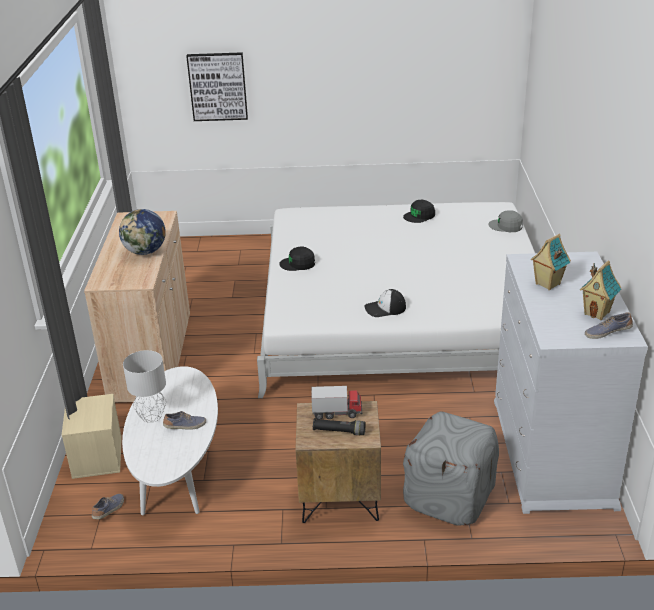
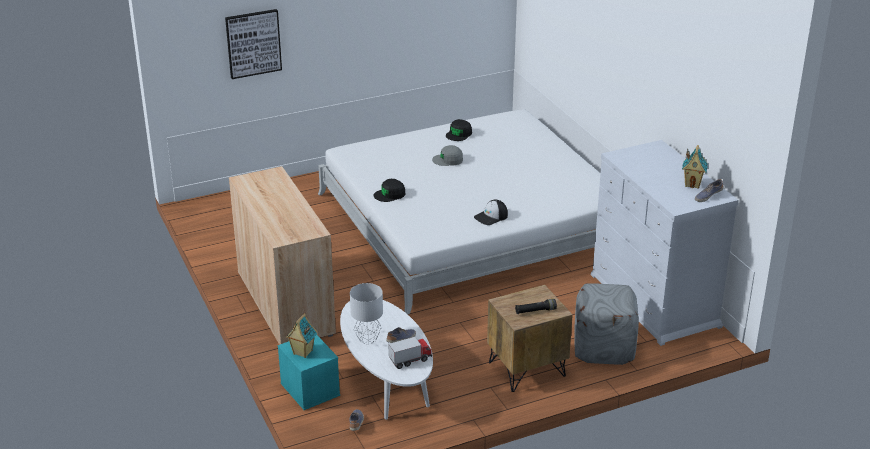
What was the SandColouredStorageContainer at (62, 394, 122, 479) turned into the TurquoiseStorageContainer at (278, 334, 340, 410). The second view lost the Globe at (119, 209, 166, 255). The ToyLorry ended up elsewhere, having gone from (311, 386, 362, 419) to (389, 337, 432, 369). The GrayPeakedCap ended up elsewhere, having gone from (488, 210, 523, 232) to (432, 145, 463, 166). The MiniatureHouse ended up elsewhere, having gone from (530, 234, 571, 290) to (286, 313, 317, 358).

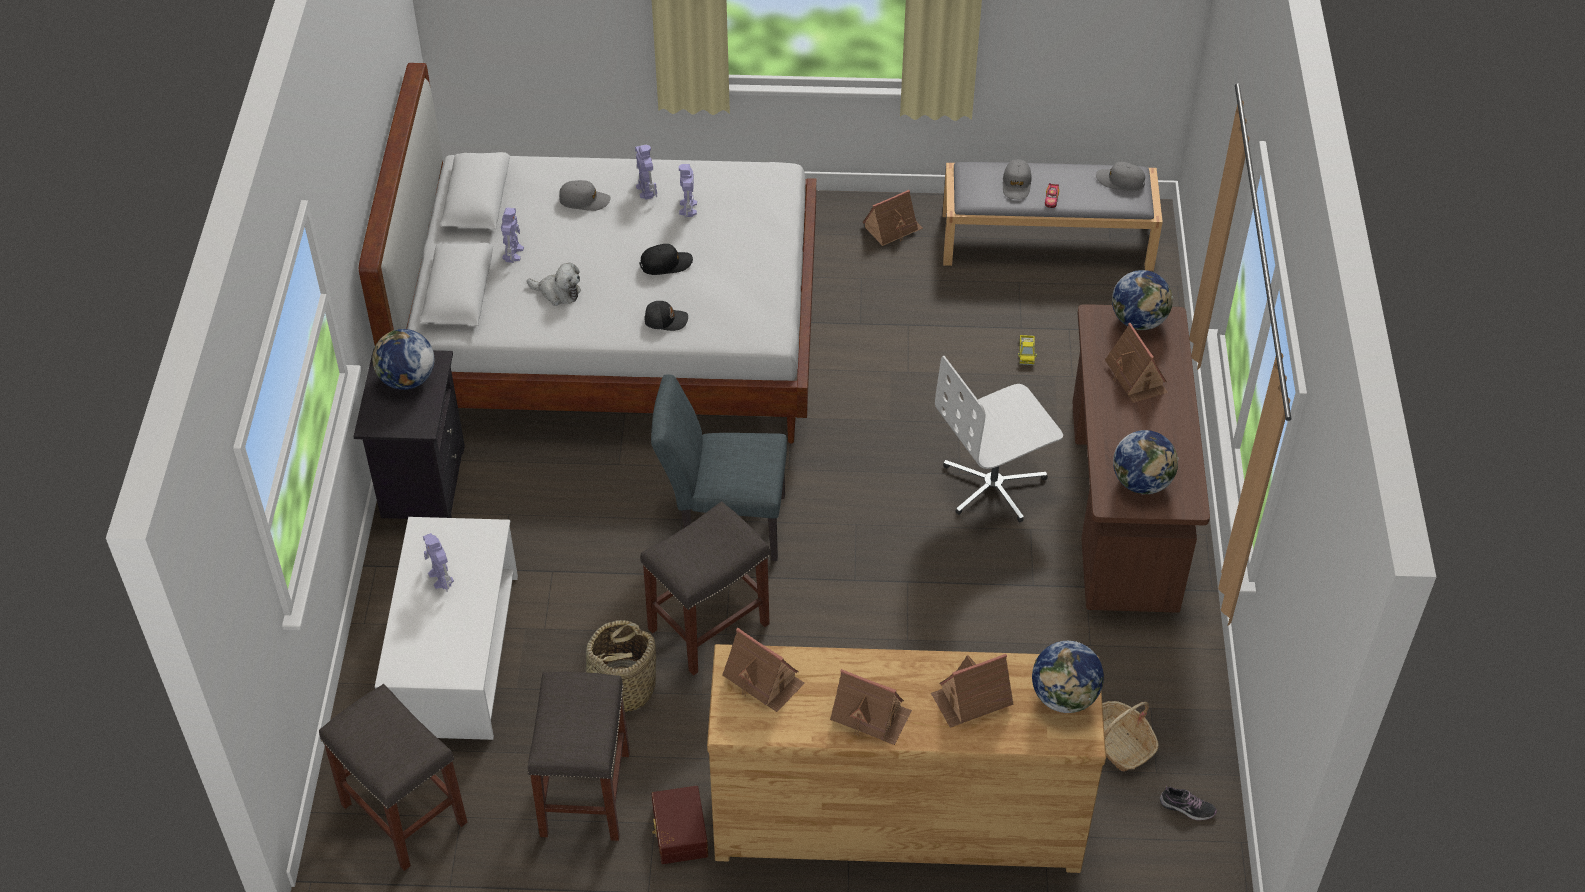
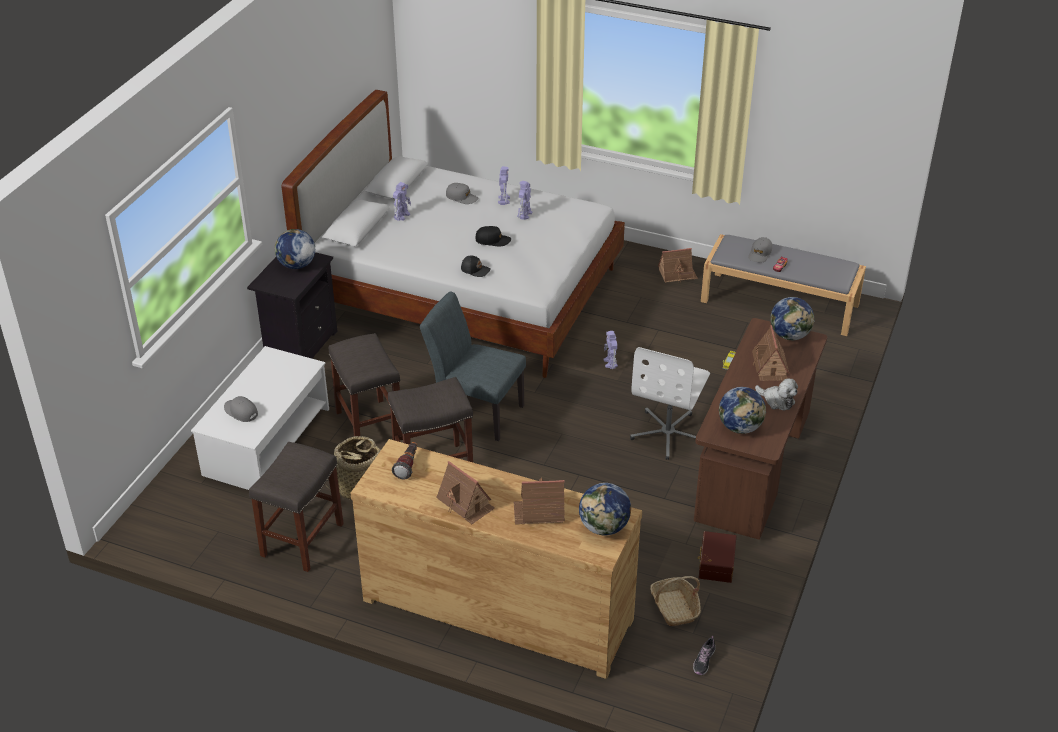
The GrayStoolSeat ended up elsewhere, having gone from (319, 684, 467, 871) to (329, 333, 402, 436). The ModelRobot ended up elsewhere, having gone from (423, 533, 454, 592) to (604, 331, 618, 369). The CuddlyToy ended up elsewhere, having gone from (527, 262, 581, 306) to (755, 378, 798, 411). The BrownishStorageContainer ended up elsewhere, having gone from (651, 786, 708, 864) to (698, 531, 736, 583). Where the MiniatureHouse stood at (722, 628, 805, 712), the Flashlight came to stand at (392, 442, 417, 480). The WhiteDeskChair at (935, 356, 1063, 522) ended up facing another way, 60 degrees counterclockwise from before. The GrayPeakedCap ended up elsewhere, having gone from (1096, 162, 1145, 191) to (224, 396, 258, 422). The Shoe at (1160, 786, 1217, 820) ended up facing another way, 75 degrees clockwise from before.

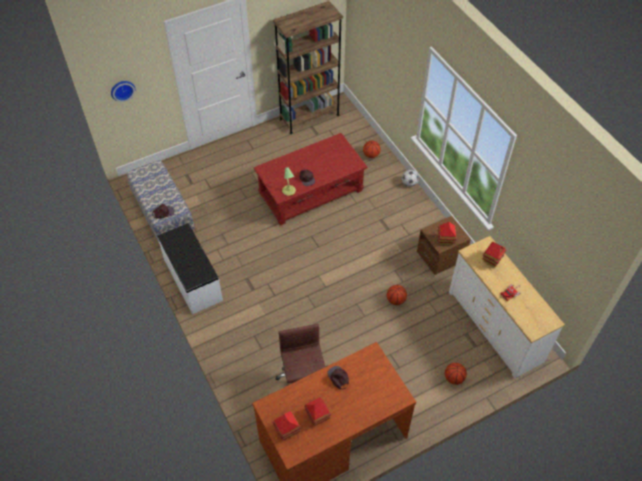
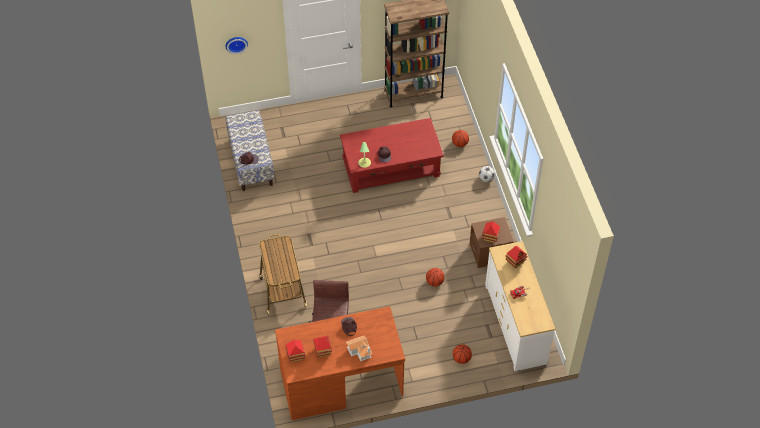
The second view lost the WhiteLongSeat at (158, 223, 223, 314). The second view gained the Cart at (259, 234, 308, 315). The second view gained the MiniatureHouse at (346, 336, 372, 361).

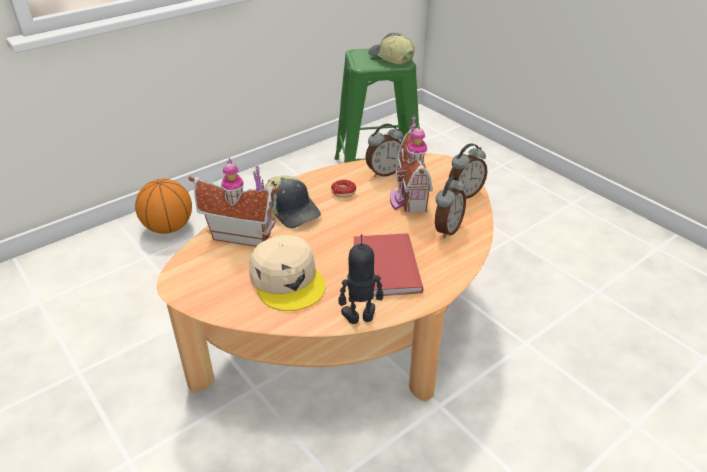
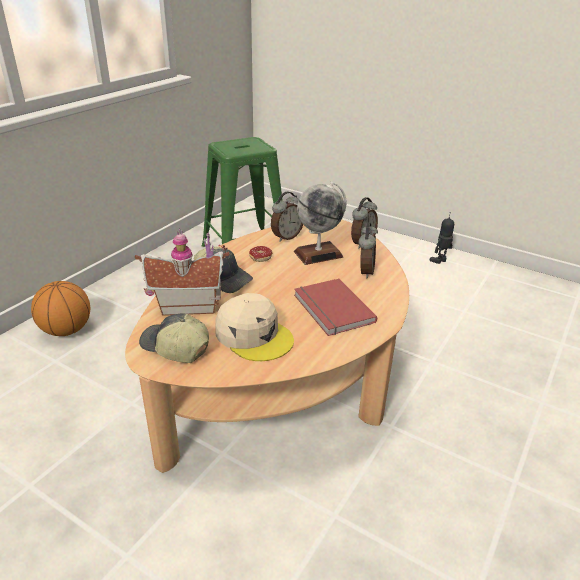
The ModelRobot ended up elsewhere, having gone from (339, 234, 383, 324) to (430, 212, 454, 264). The PeakedCap ended up elsewhere, having gone from (369, 33, 415, 65) to (139, 313, 209, 363). Where the MiniatureHouse stood at (390, 115, 433, 212), the Globe came to stand at (294, 182, 347, 265).

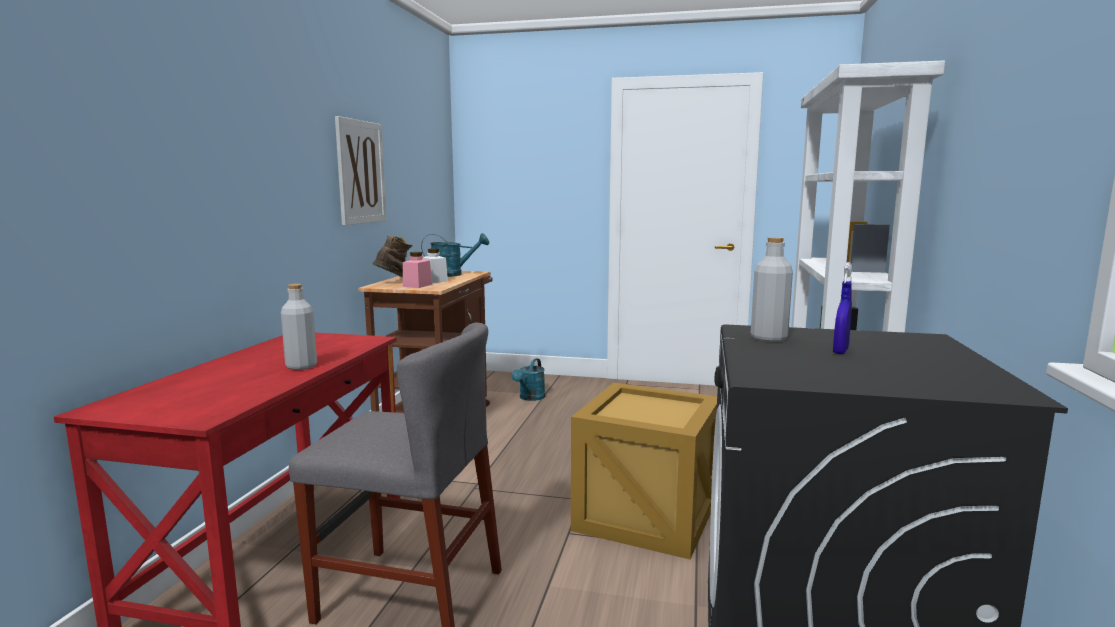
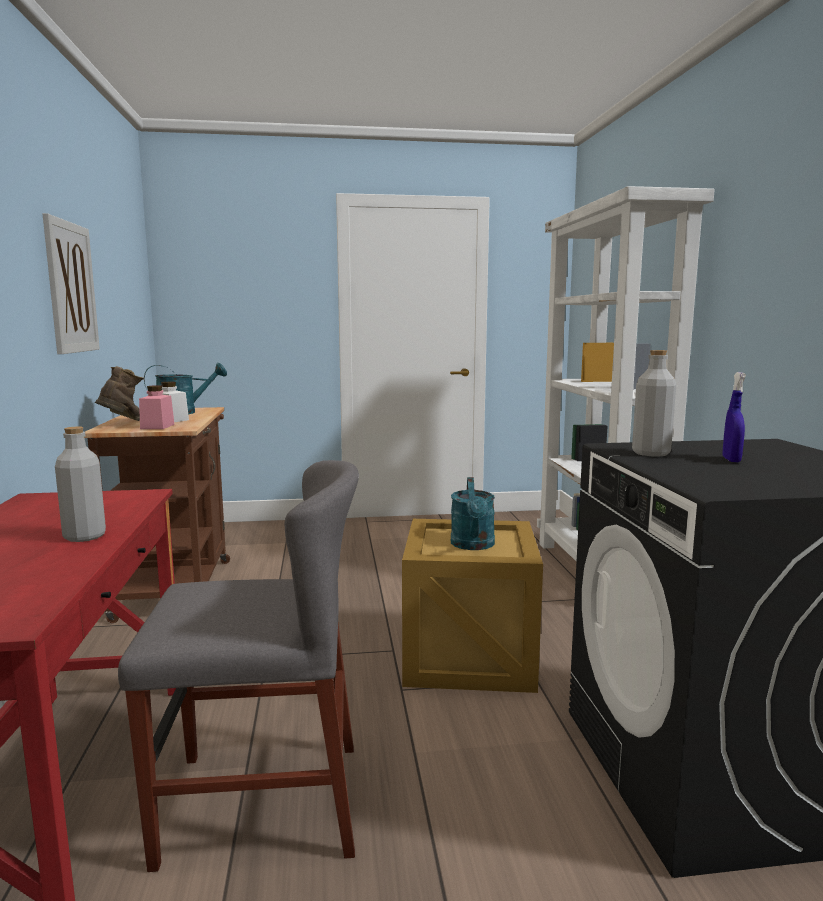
The TurquoiseWateringCan ended up elsewhere, having gone from (512, 358, 545, 401) to (451, 477, 495, 550).

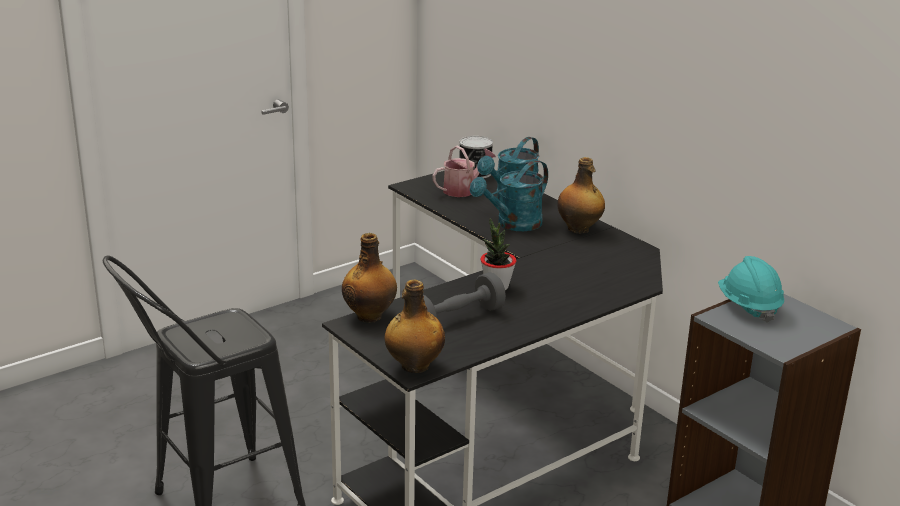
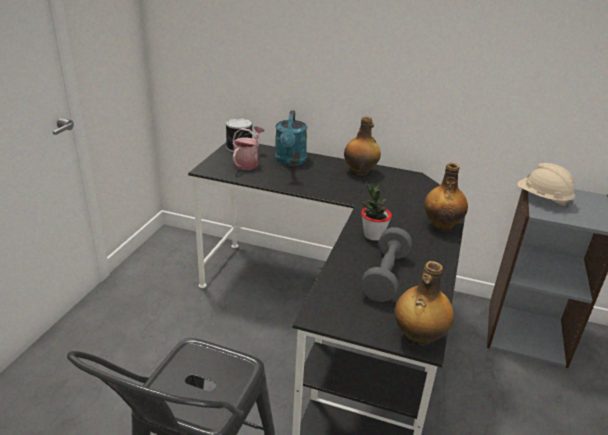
The BeverageBottle ended up elsewhere, having gone from (342, 233, 397, 323) to (424, 163, 468, 232). The second view lost the TurquoiseWateringCan at (470, 160, 548, 231). What was the TurquoiseSafetyHelmet at (718, 256, 784, 323) turned into the SandColouredSafetyHelmet at (517, 163, 575, 207).

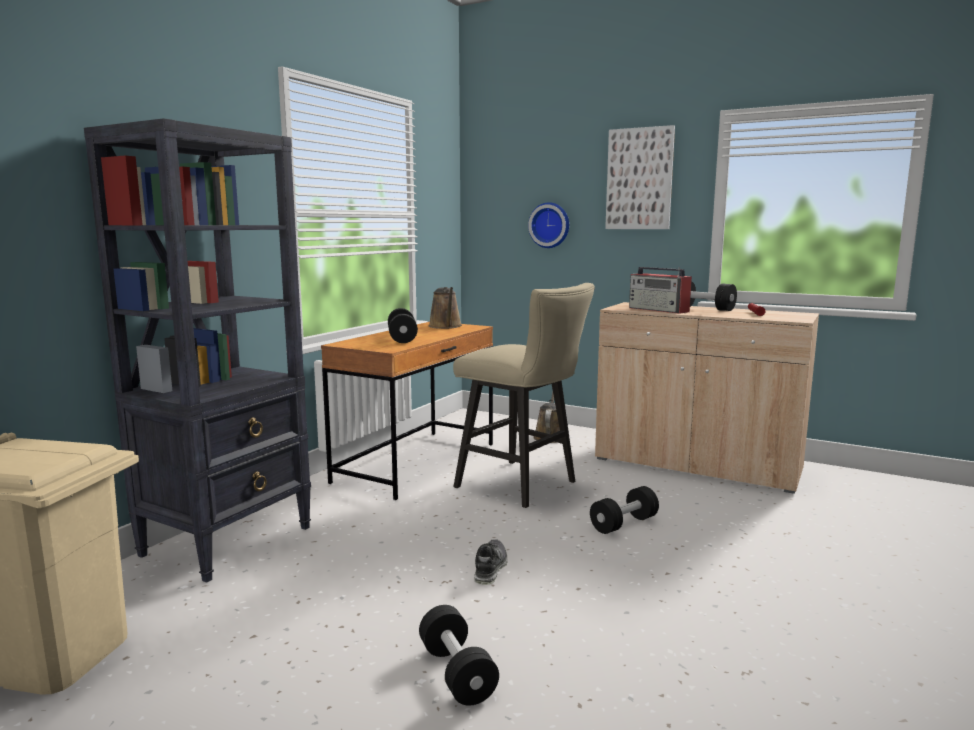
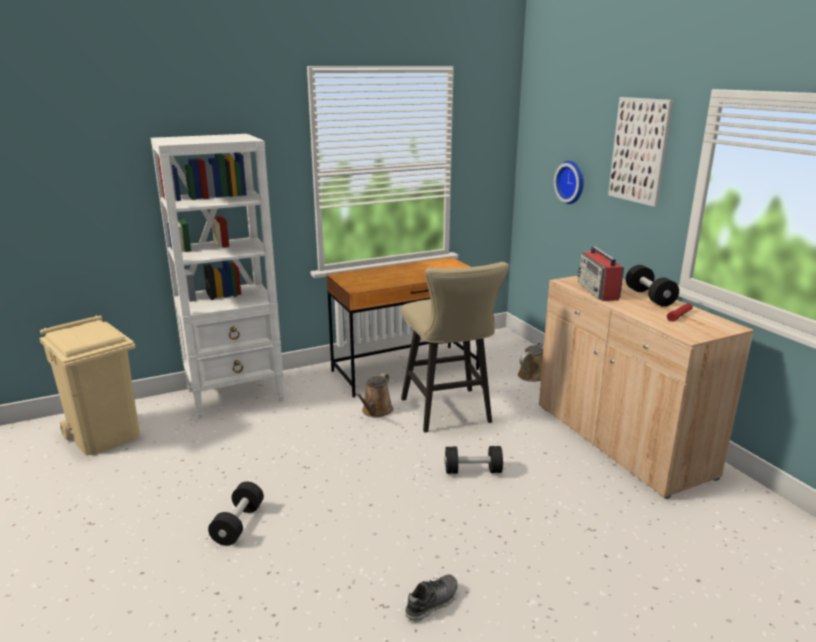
What was the BlackishBookshelf at (84, 118, 311, 583) turned into the WhiteBookshelf at (151, 134, 284, 419). The second view lost the BlackishHandWeight at (388, 308, 418, 343). The BrownishWateringCan ended up elsewhere, having gone from (429, 287, 462, 329) to (355, 373, 393, 418). The Shoe ended up elsewhere, having gone from (474, 539, 508, 585) to (405, 574, 458, 623).

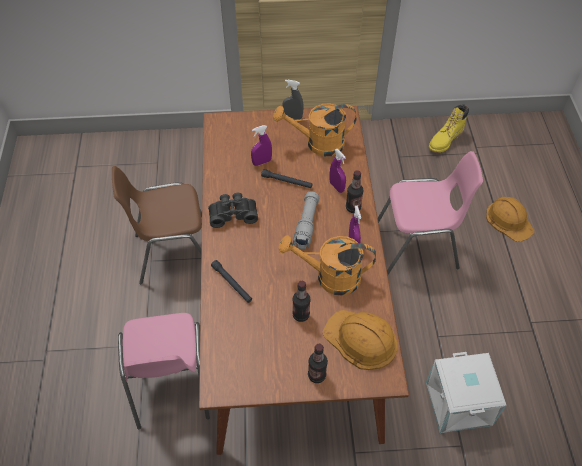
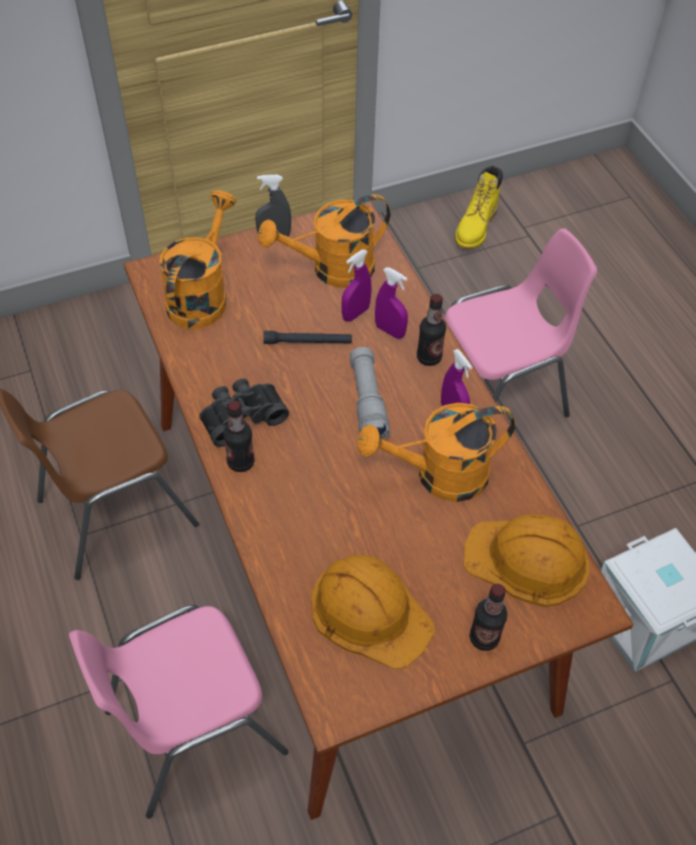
The PinkColouredChair at (118, 313, 210, 429) ended up facing another way, 90 degrees clockwise from before. The second view lost the BlackishFlashlight at (211, 260, 252, 303). The PurplishSprayBottle ended up elsewhere, having gone from (251, 125, 272, 166) to (341, 250, 372, 322). The BeverageBottle ended up elsewhere, having gone from (292, 281, 311, 322) to (223, 401, 254, 472). The OrangeColouredSafetyHelmet ended up elsewhere, having gone from (486, 197, 534, 242) to (311, 555, 435, 669). The second view gained the OrangeColouredWateringCan at (159, 190, 236, 329).

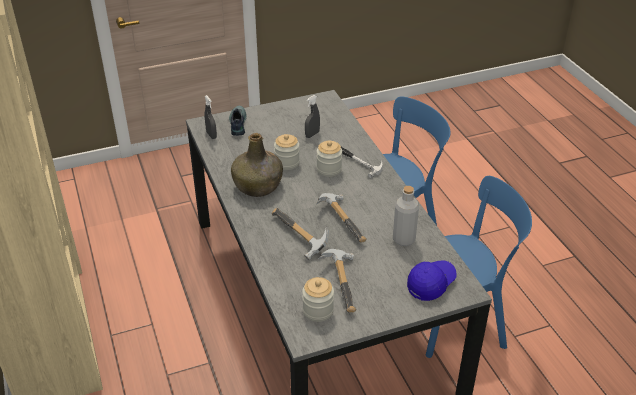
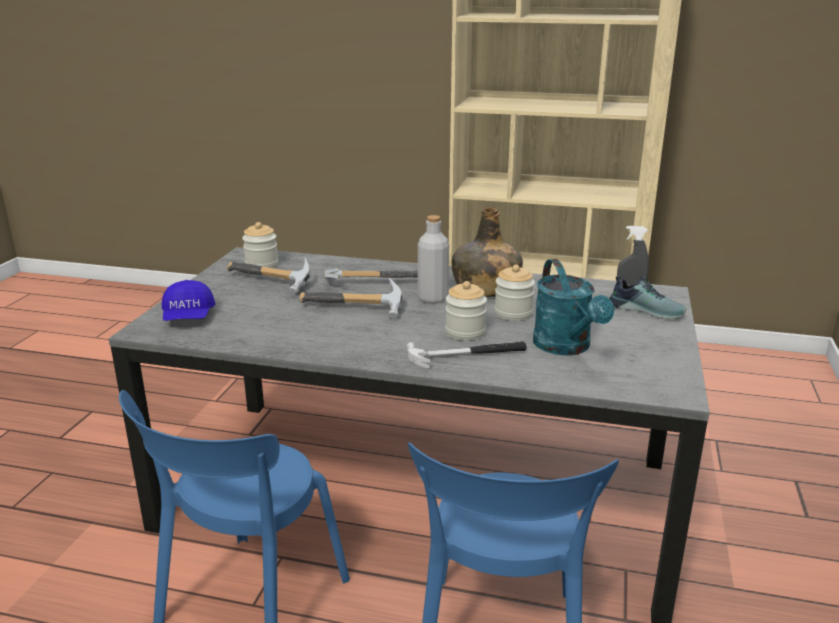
Where the GraySprayBottle stood at (305, 95, 320, 138), the TurquoiseWateringCan came to stand at (533, 259, 614, 356). The GrayBeverageBottle ended up elsewhere, having gone from (393, 186, 419, 246) to (418, 215, 449, 304).

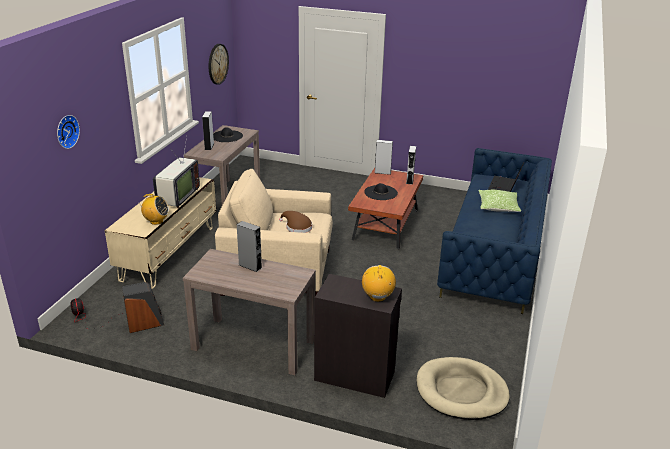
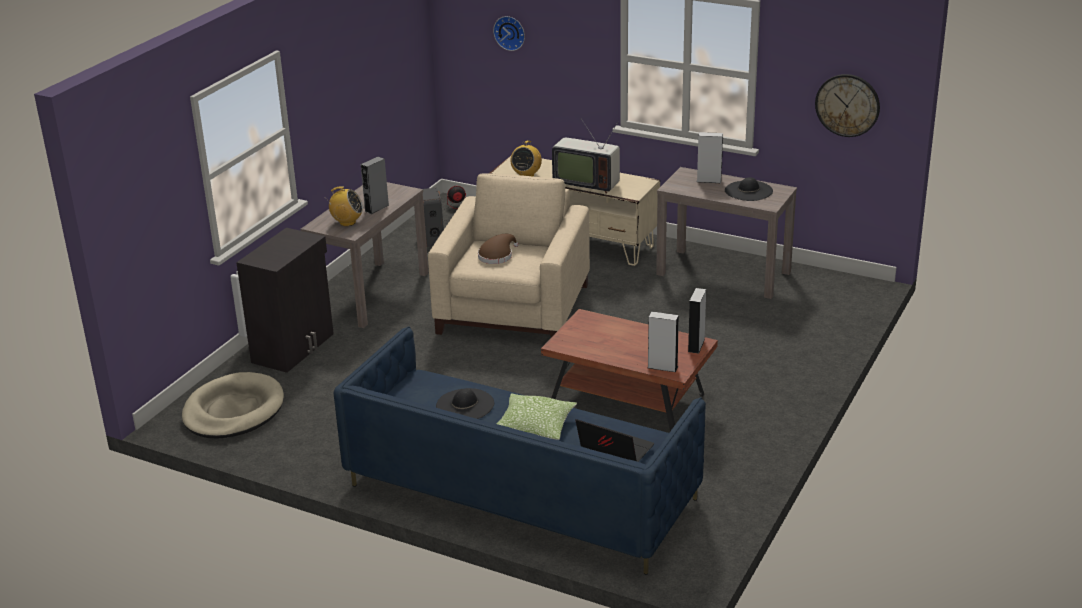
The RadioSet ended up elsewhere, having gone from (362, 265, 396, 302) to (327, 186, 363, 226). The BlackishHat ended up elsewhere, having gone from (364, 183, 398, 200) to (436, 388, 494, 419).

